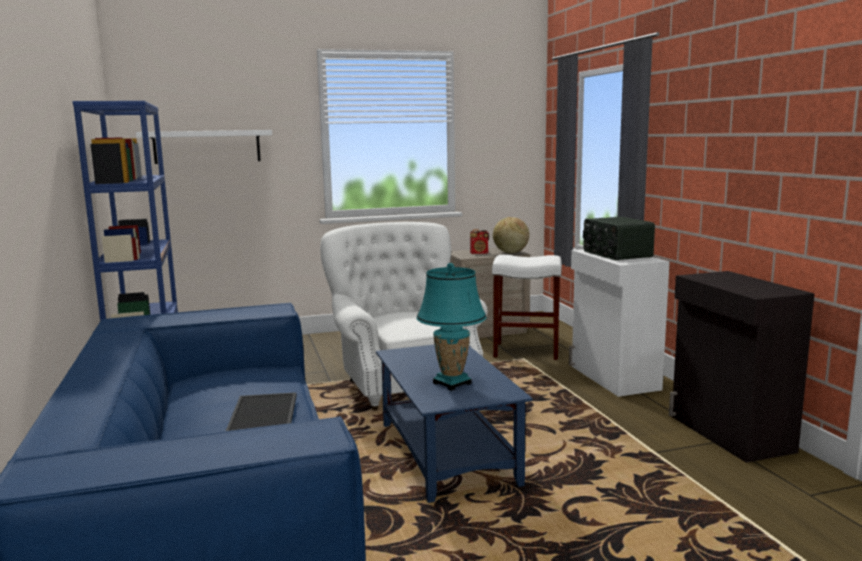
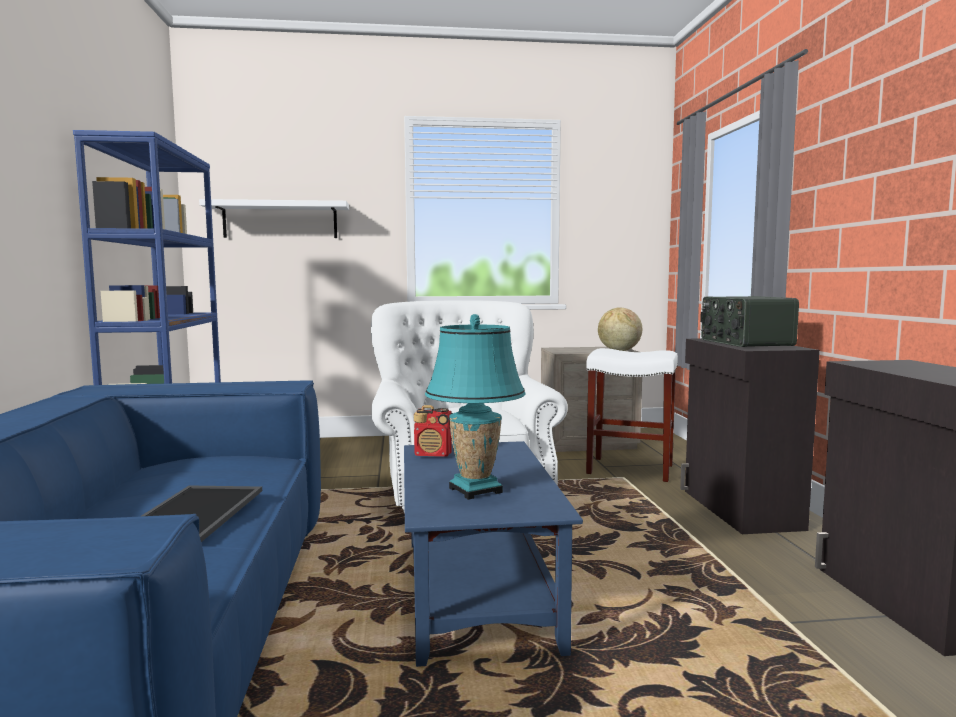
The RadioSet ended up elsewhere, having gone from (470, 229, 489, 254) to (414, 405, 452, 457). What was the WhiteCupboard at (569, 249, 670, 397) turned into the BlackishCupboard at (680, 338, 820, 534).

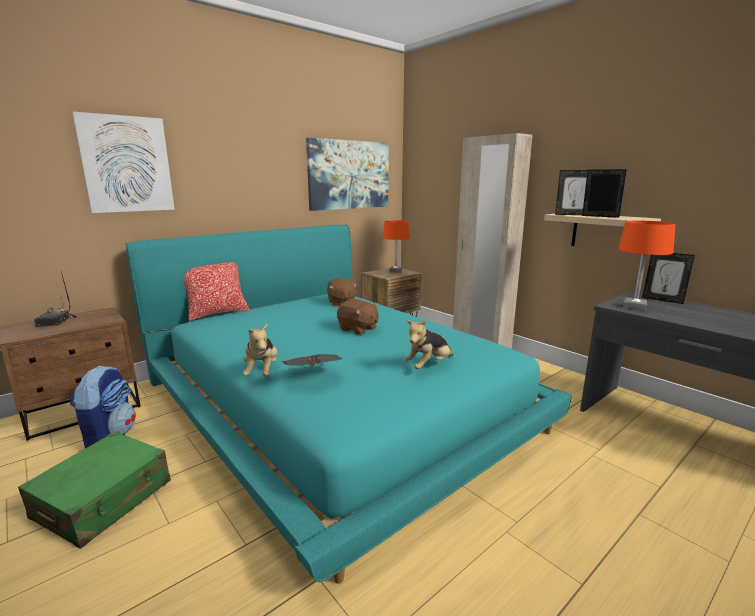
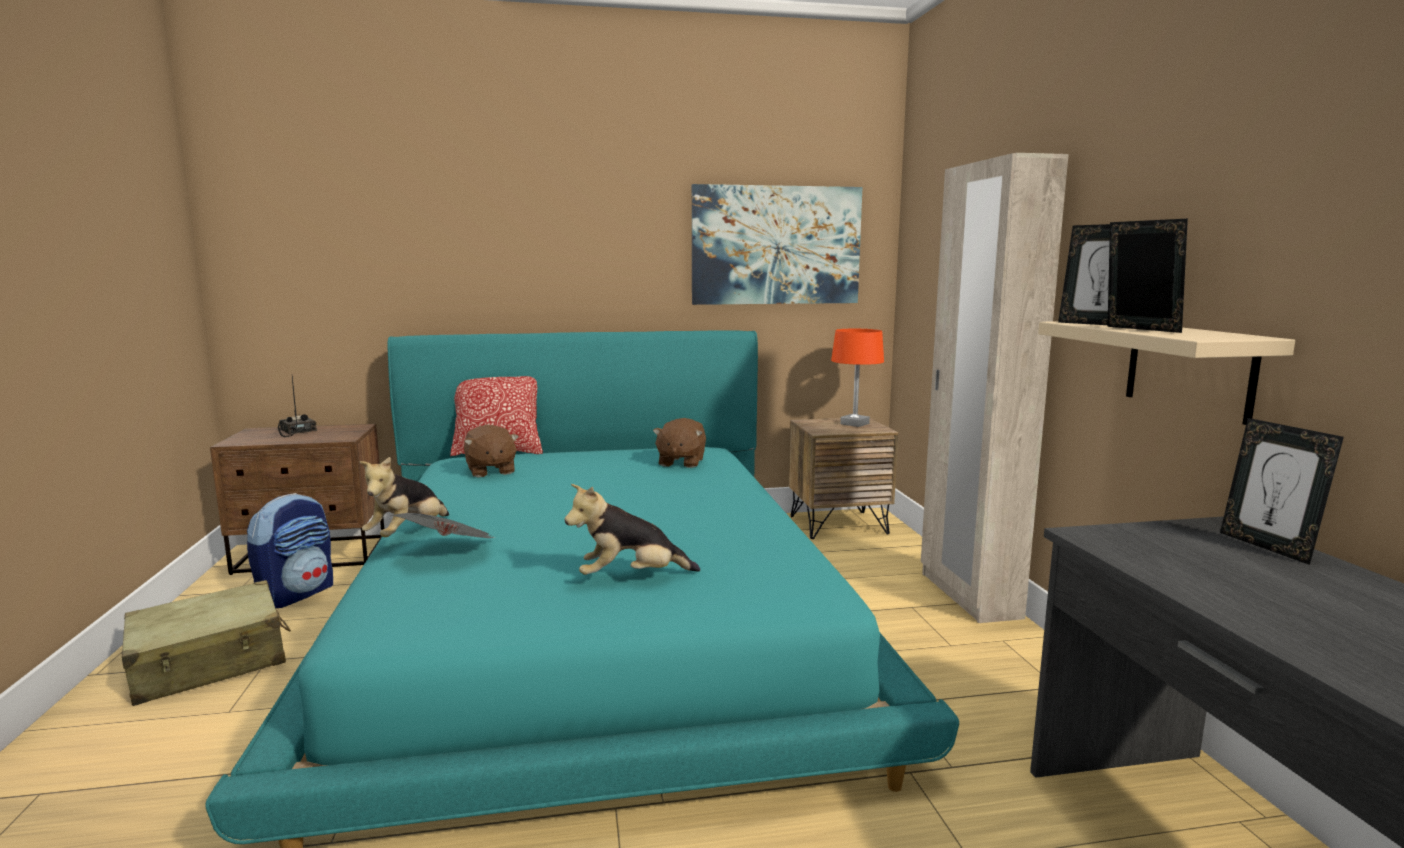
What was the GreenColouredTravelCase at (18, 432, 171, 549) turned into the SandColouredTravelCase at (122, 580, 291, 706). The RadioSet at (34, 272, 76, 327) ended up facing another way, 120 degrees clockwise from before. The second view lost the Picture at (72, 112, 175, 213). The BrownishCuddlyToy ended up elsewhere, having gone from (337, 299, 379, 335) to (464, 425, 519, 477). The second view lost the OrangeColouredTabletopLamp at (618, 220, 675, 311).

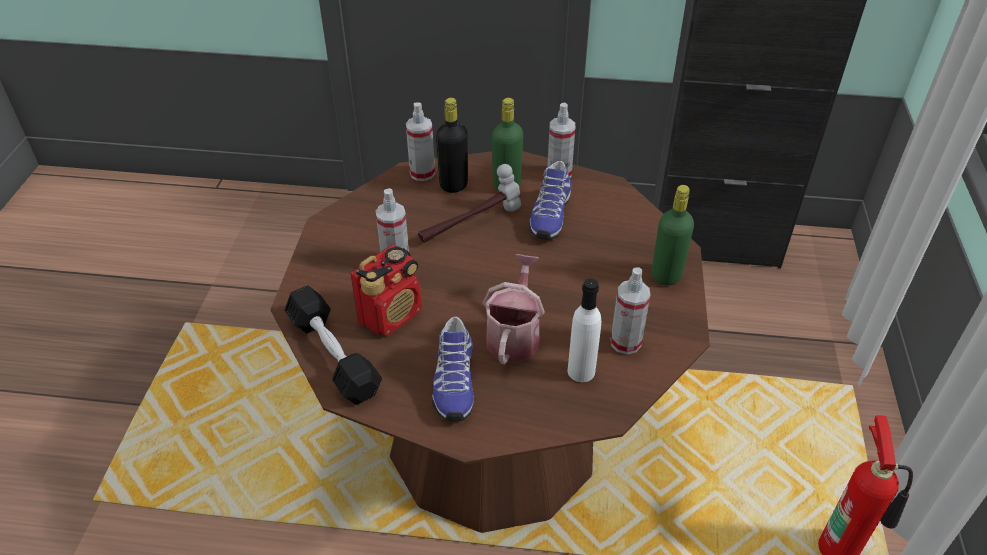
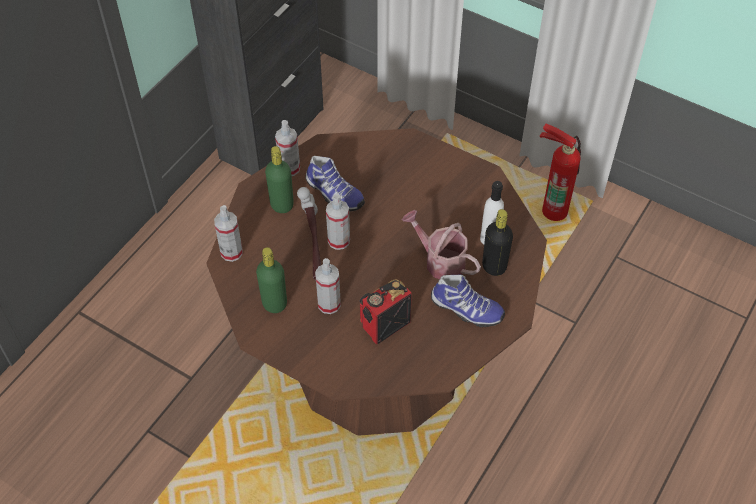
The second view lost the BlackishHandWeight at (285, 286, 382, 405). The RadioSet at (350, 244, 422, 336) ended up facing another way, 105 degrees counterclockwise from before. The BlackishBeverageBottle ended up elsewhere, having gone from (436, 98, 468, 193) to (482, 209, 513, 276). The SprayBottle ended up elsewhere, having gone from (611, 267, 650, 354) to (326, 193, 350, 250). The GreenColouredBeverageBottle ended up elsewhere, having gone from (651, 185, 694, 285) to (256, 247, 287, 313).

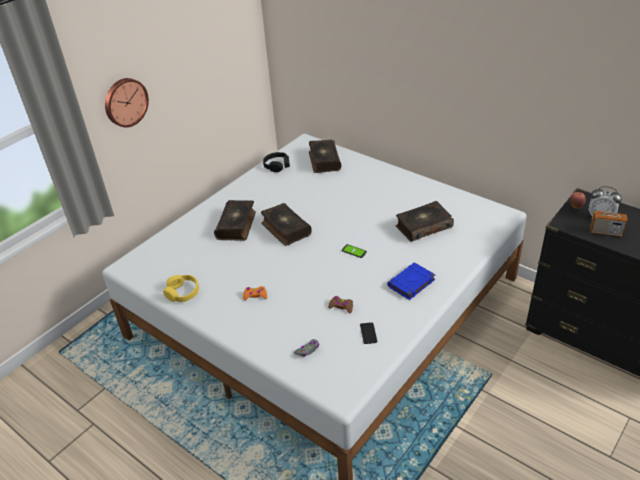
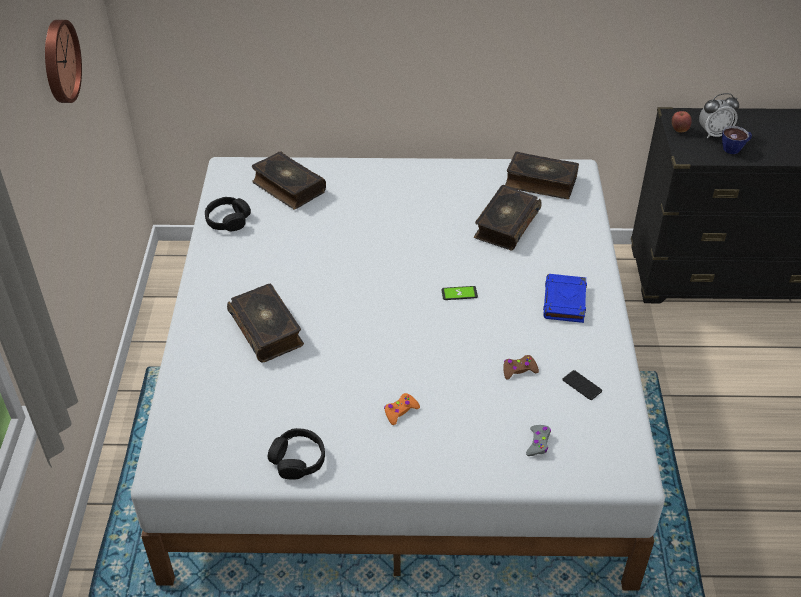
The HangingClock ended up elsewhere, having gone from (105, 78, 149, 127) to (45, 20, 82, 103). What was the YellowishPairOfHeadphones at (163, 275, 199, 302) turned into the BlackishPairOfHeadphones at (268, 428, 325, 479). The Volume ended up elsewhere, having gone from (261, 203, 312, 246) to (505, 151, 579, 199). Where the RadioSet stood at (590, 194, 627, 237), the Cup came to stand at (722, 126, 752, 154).

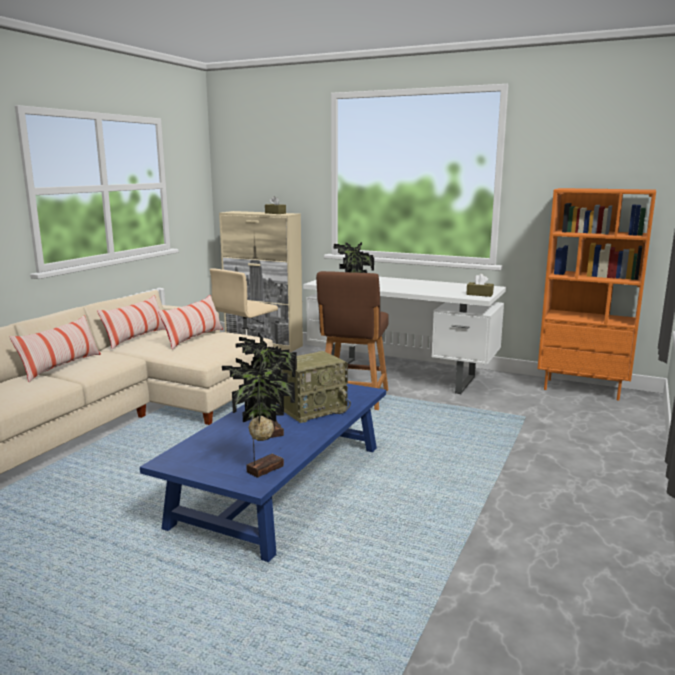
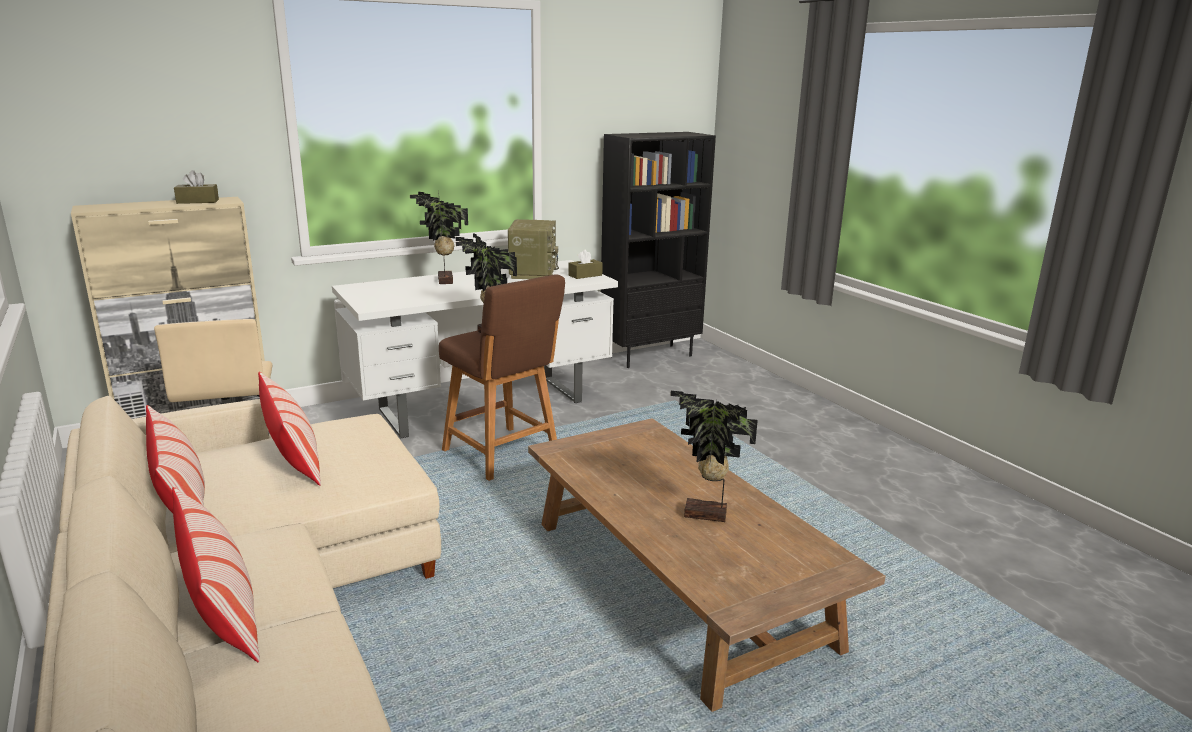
What was the BlueColouredLowTable at (140, 384, 386, 562) turned into the BrownishLowTable at (528, 418, 886, 712). The PlantInAPot ended up elsewhere, having gone from (222, 355, 295, 478) to (410, 191, 468, 284). The RadioSet ended up elsewhere, having gone from (279, 351, 351, 423) to (508, 219, 559, 279). What was the OrangeColouredBookshelf at (537, 188, 656, 401) turned into the BlackishBookshelf at (601, 132, 716, 368).

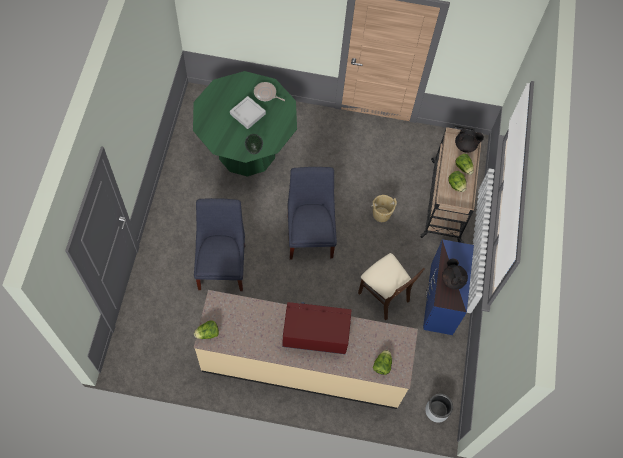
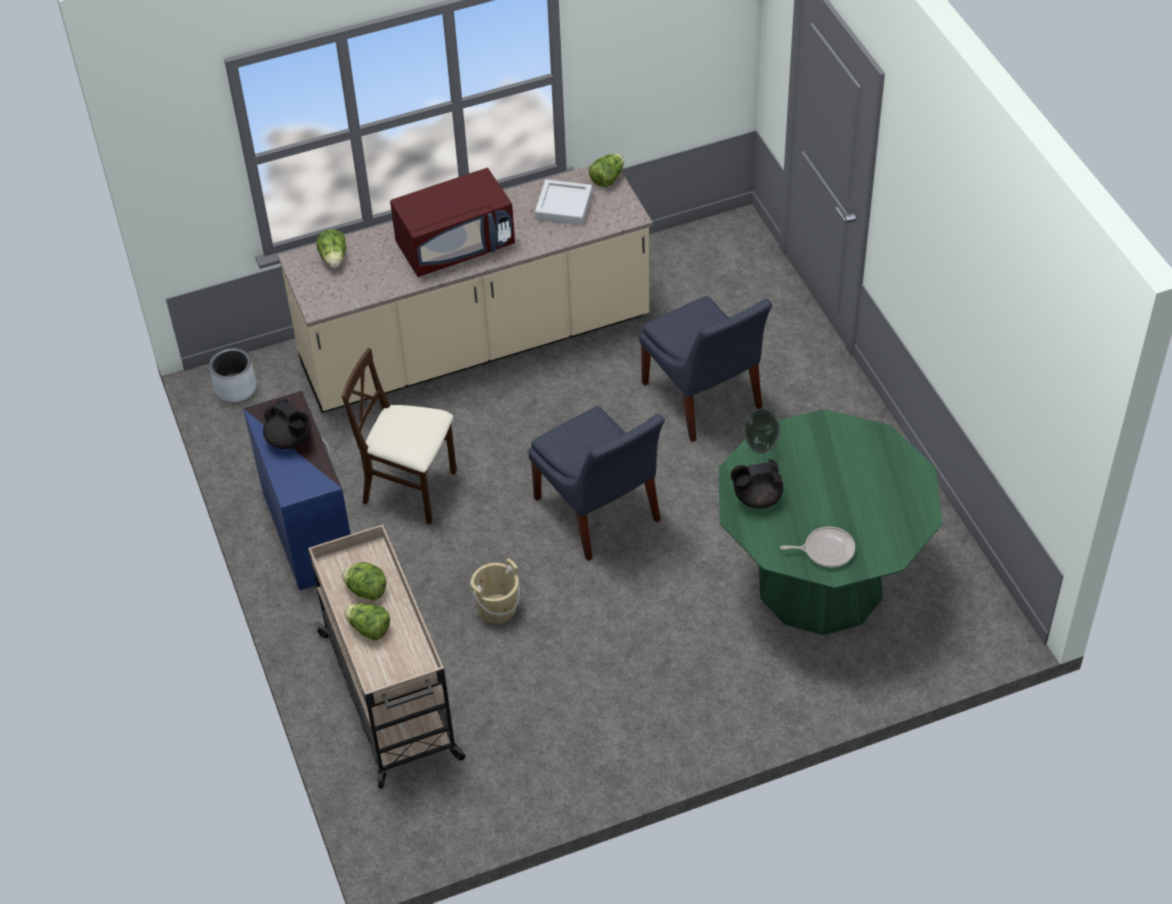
The GrayCarryingTray ended up elsewhere, having gone from (230, 96, 266, 129) to (535, 179, 592, 226). The BlackishTeapot ended up elsewhere, having gone from (455, 128, 484, 153) to (730, 459, 783, 509).

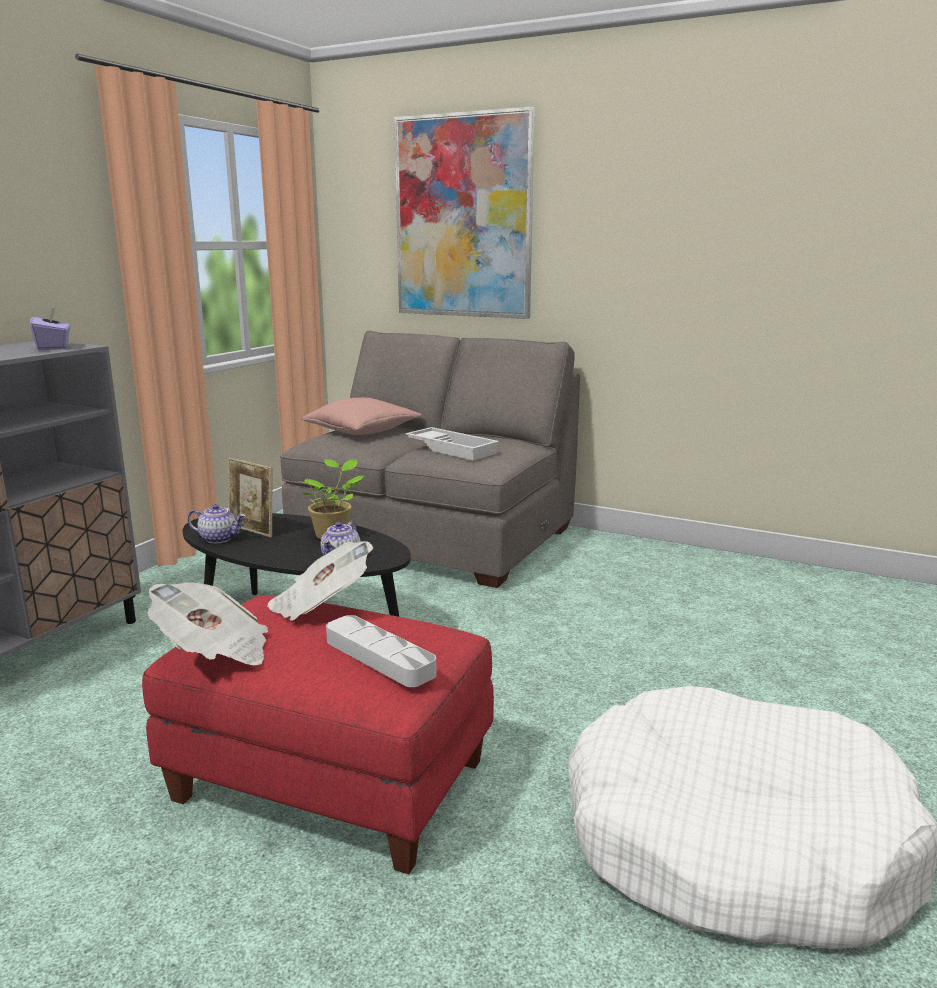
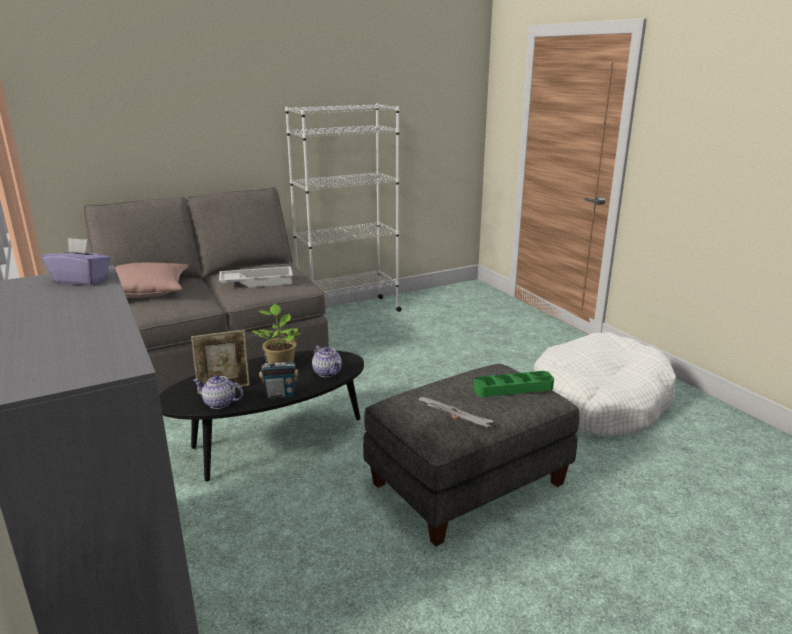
What was the RedFootrest at (142, 596, 494, 874) turned into the GrayFootrest at (363, 364, 579, 547). The Teapot at (188, 504, 246, 543) ended up facing another way, 120 degrees counterclockwise from before. The second view lost the PrintedPaper at (267, 541, 373, 621). What was the GrayCarryingTray at (326, 615, 437, 687) turned into the GreenColouredCarryingTray at (474, 371, 554, 397). The second view lost the Picture at (394, 106, 535, 319). The second view gained the RadioSet at (259, 348, 298, 399). The second view gained the WhiteBookshelf at (285, 103, 402, 312).

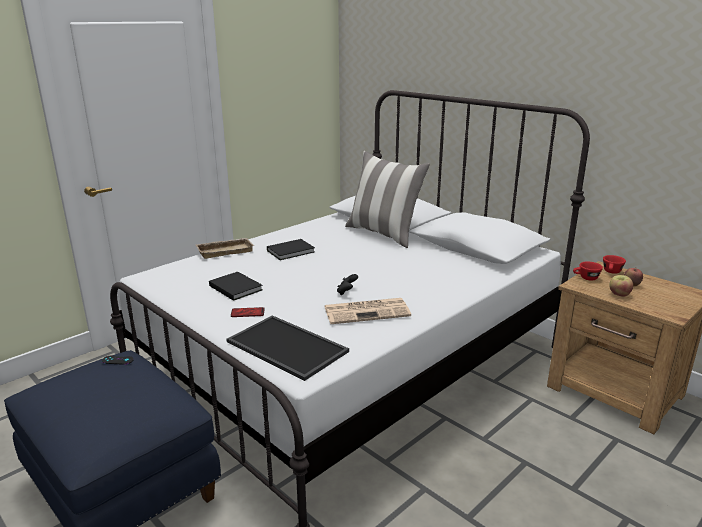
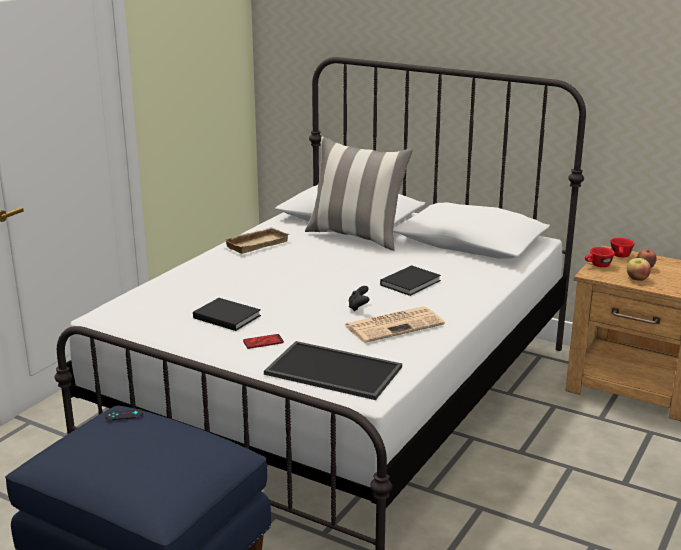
The SandColouredCarryingTray ended up elsewhere, having gone from (195, 238, 254, 259) to (223, 227, 290, 254). The BlackishVolume ended up elsewhere, having gone from (267, 239, 315, 260) to (380, 265, 441, 296).

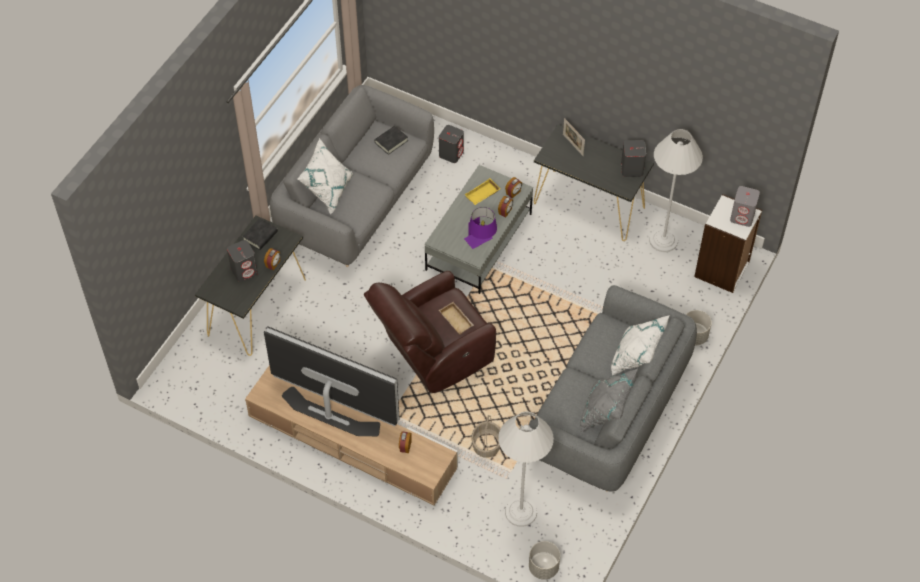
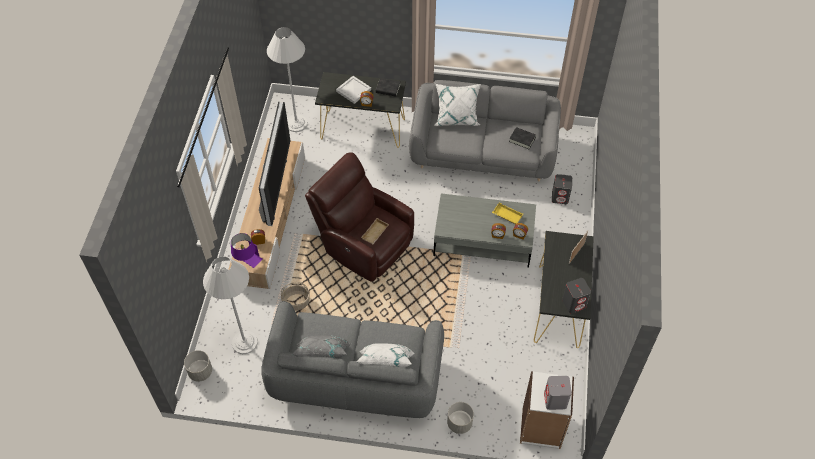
Where the GrayAudioSpeaker stood at (227, 240, 258, 282), the WhiteCarryingTray came to stand at (336, 76, 371, 104). The PurplishTabletopLamp ended up elsewhere, having gone from (464, 207, 497, 249) to (231, 233, 262, 268). The WhiteFloorLamp ended up elsewhere, having gone from (649, 129, 703, 252) to (267, 27, 308, 132).

